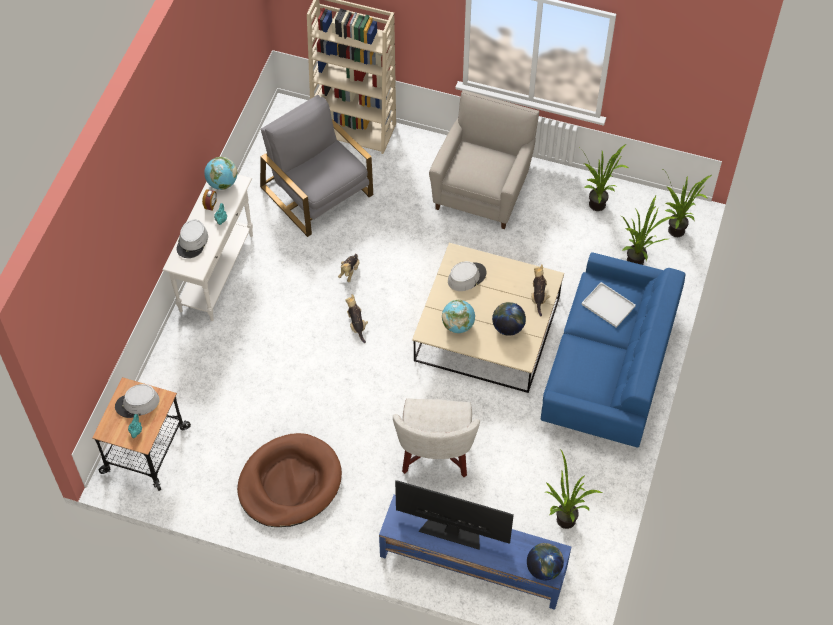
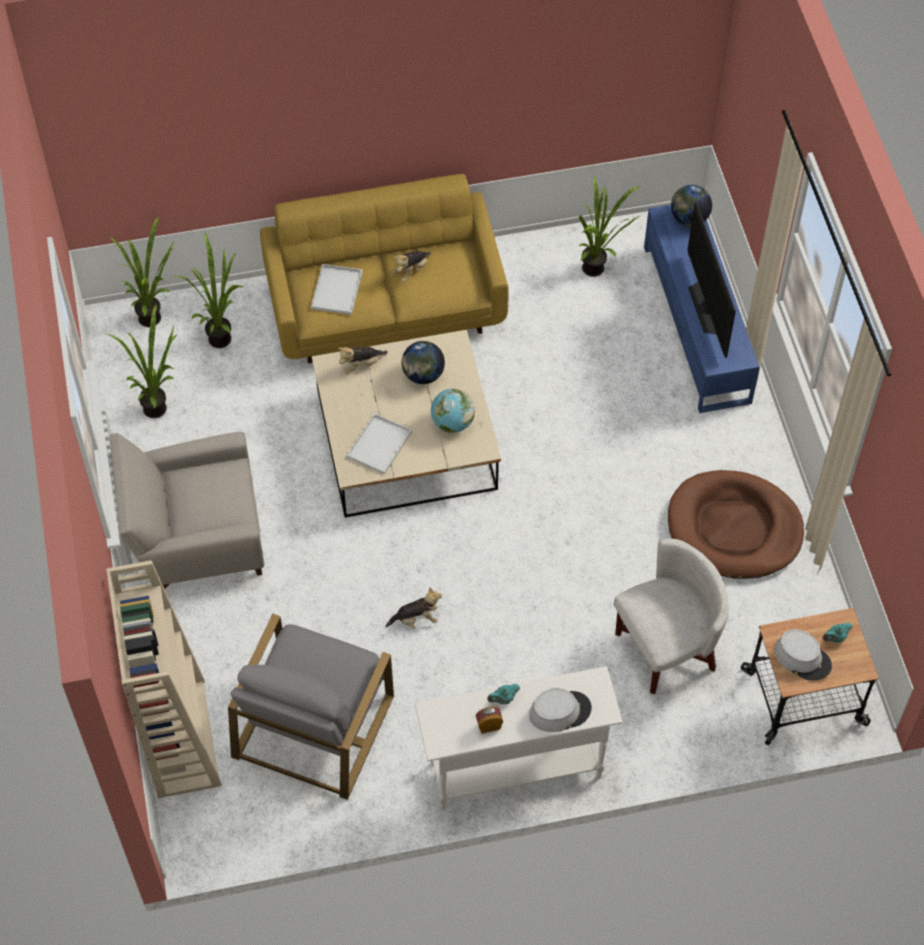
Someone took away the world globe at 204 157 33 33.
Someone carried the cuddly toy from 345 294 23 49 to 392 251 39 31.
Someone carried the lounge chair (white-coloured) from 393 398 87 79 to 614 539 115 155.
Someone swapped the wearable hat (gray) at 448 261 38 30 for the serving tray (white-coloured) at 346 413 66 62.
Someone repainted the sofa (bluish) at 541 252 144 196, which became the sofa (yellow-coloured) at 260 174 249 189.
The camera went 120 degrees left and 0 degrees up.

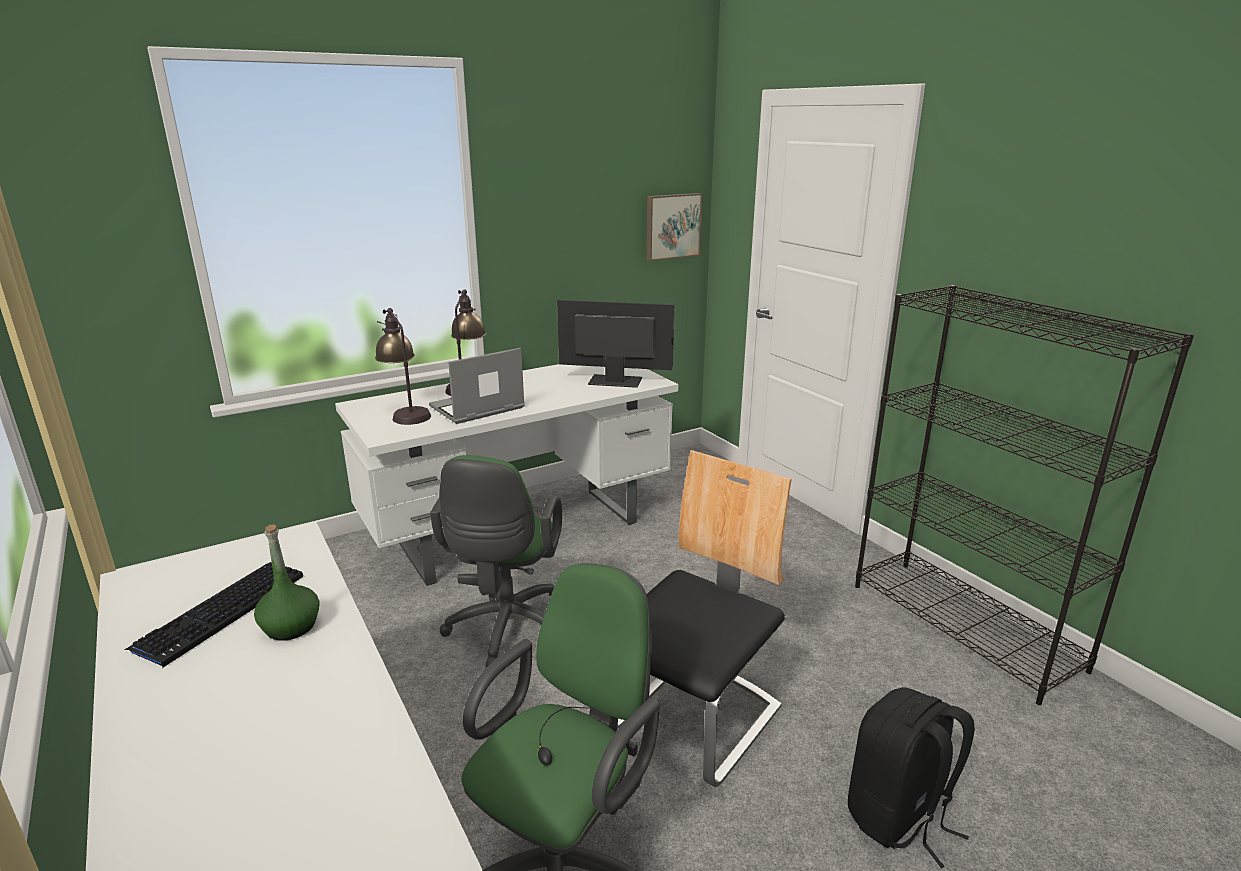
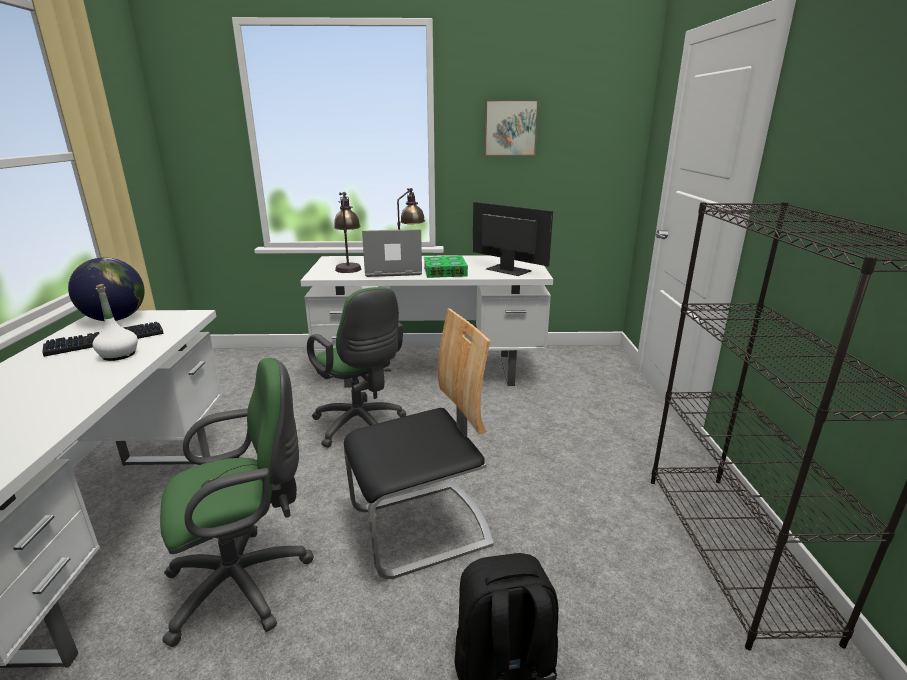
Someone put down the world globe at 68 257 77 64.
Someone put down the volume at 424 256 44 22.
Someone carried the wall art from 646 193 57 68 to 484 100 55 56.
Someone repainted the beverage bottle (greenish) at 254 524 66 117, which became the beverage bottle (white-coloured) at 93 284 45 77.
Someone rotated the computer chair (greenish) at 430 455 132 212 by 75 degrees counterclockwise.
The camera went 30 degrees right and 0 degrees up.

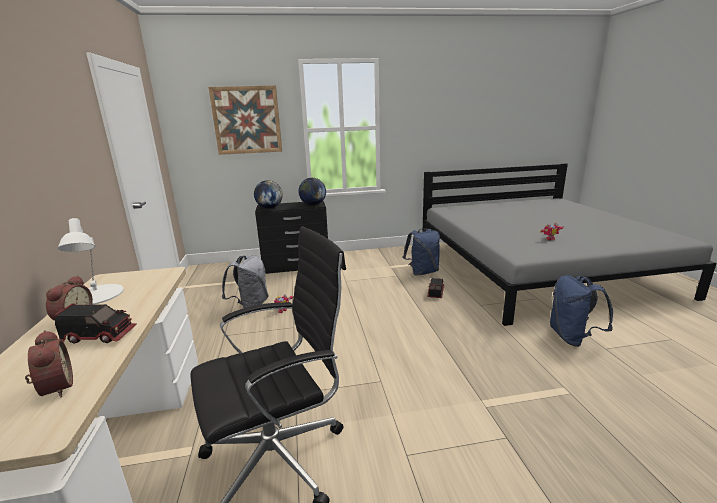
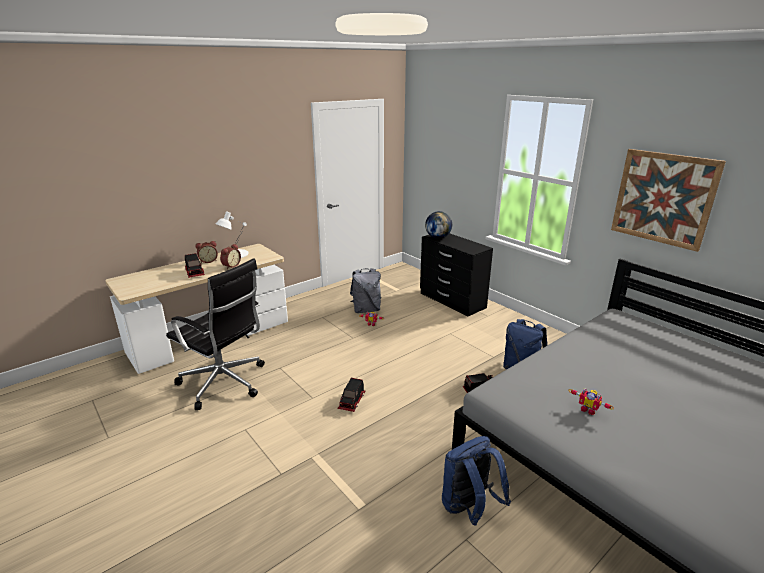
Someone took away the world globe at 299 178 27 27.
Someone put down the toy truck at 337 378 28 34.
Someone carried the alarm clock from 25 330 48 68 to 220 244 21 25.
Someone carried the wall art from 208 85 74 70 to 611 149 115 103.
The camera went 60 degrees right and 5 degrees up.

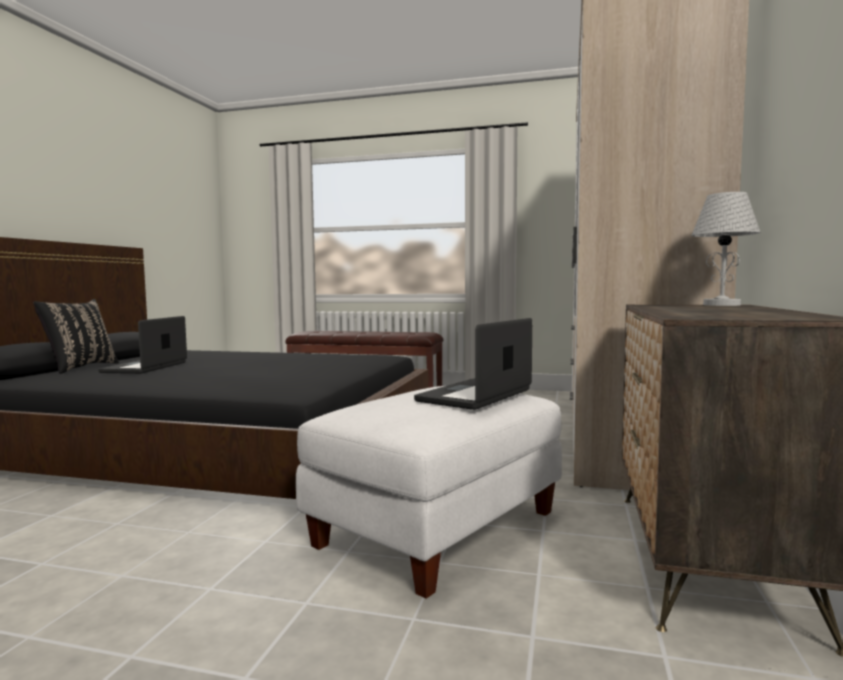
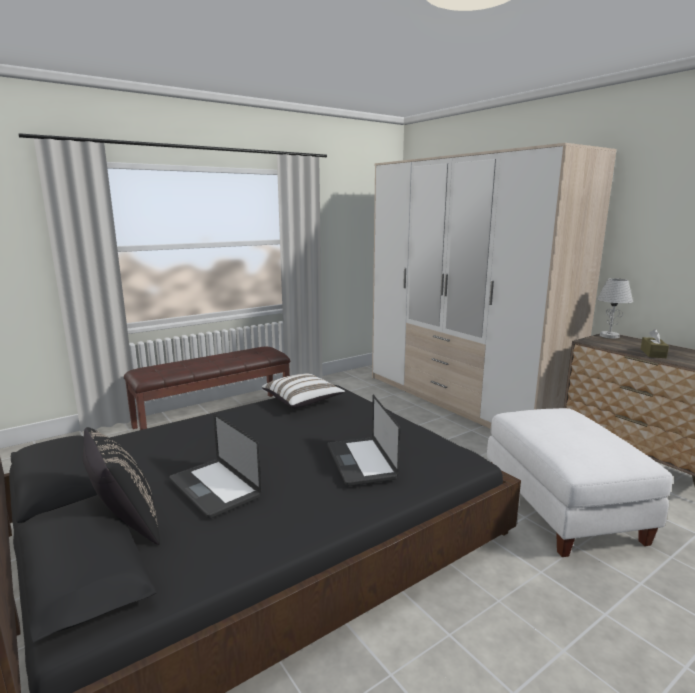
Someone put down the throw pillow (white-coloured) at 262 373 83 36.
Someone put down the tissue holder (brown) at 641 329 28 29.
Someone carried the portable computer from 414 318 118 92 to 327 395 73 91.
The camera went 50 degrees left and 10 degrees up.

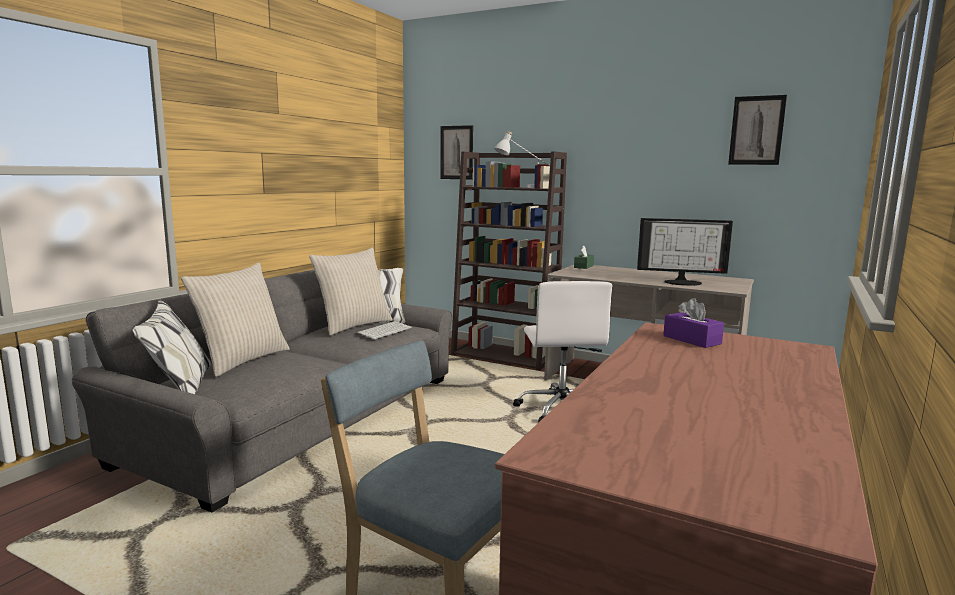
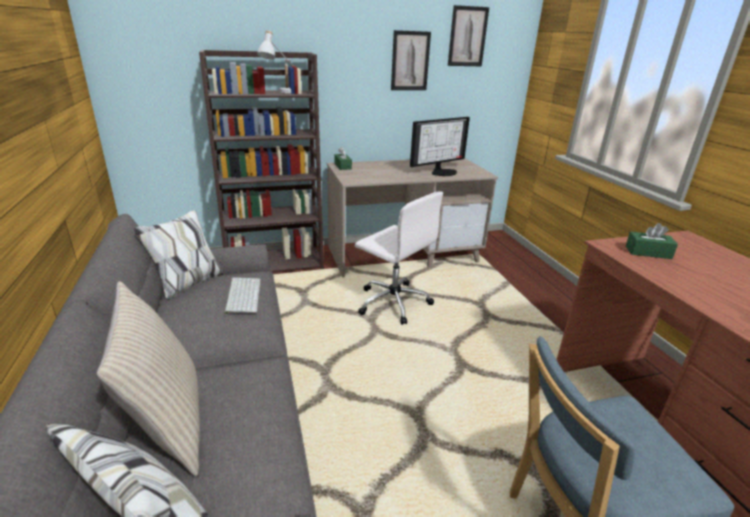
Someone took away the throw pillow (beige-coloured) at 309 248 84 87.
Someone carried the wall art from 440 125 33 55 to 391 30 40 60.
Someone repainted the tissue holder (purple) at 663 298 61 50, which became the tissue holder (greenish) at 626 223 52 36.
The camera went 45 degrees left and 15 degrees up.

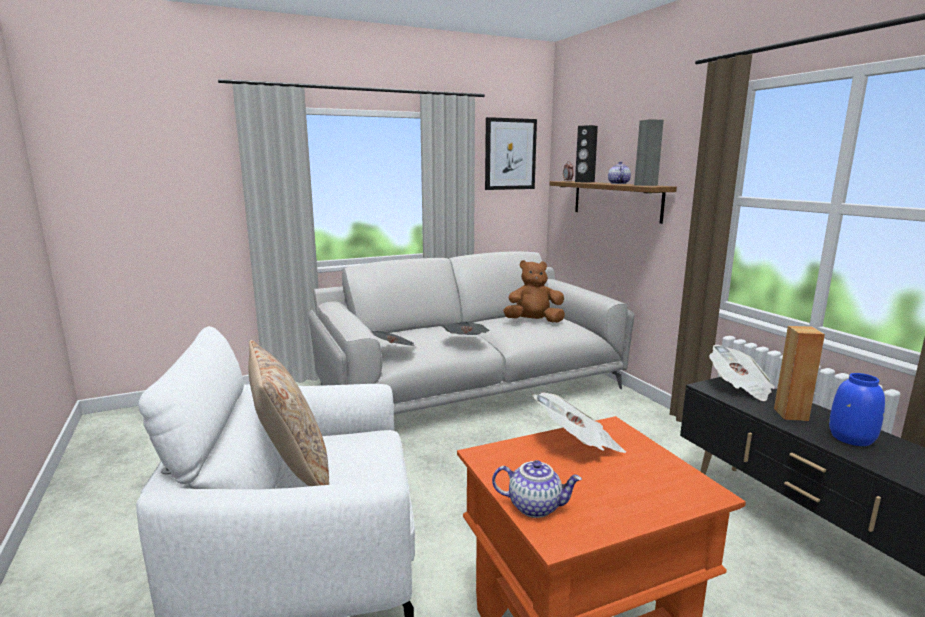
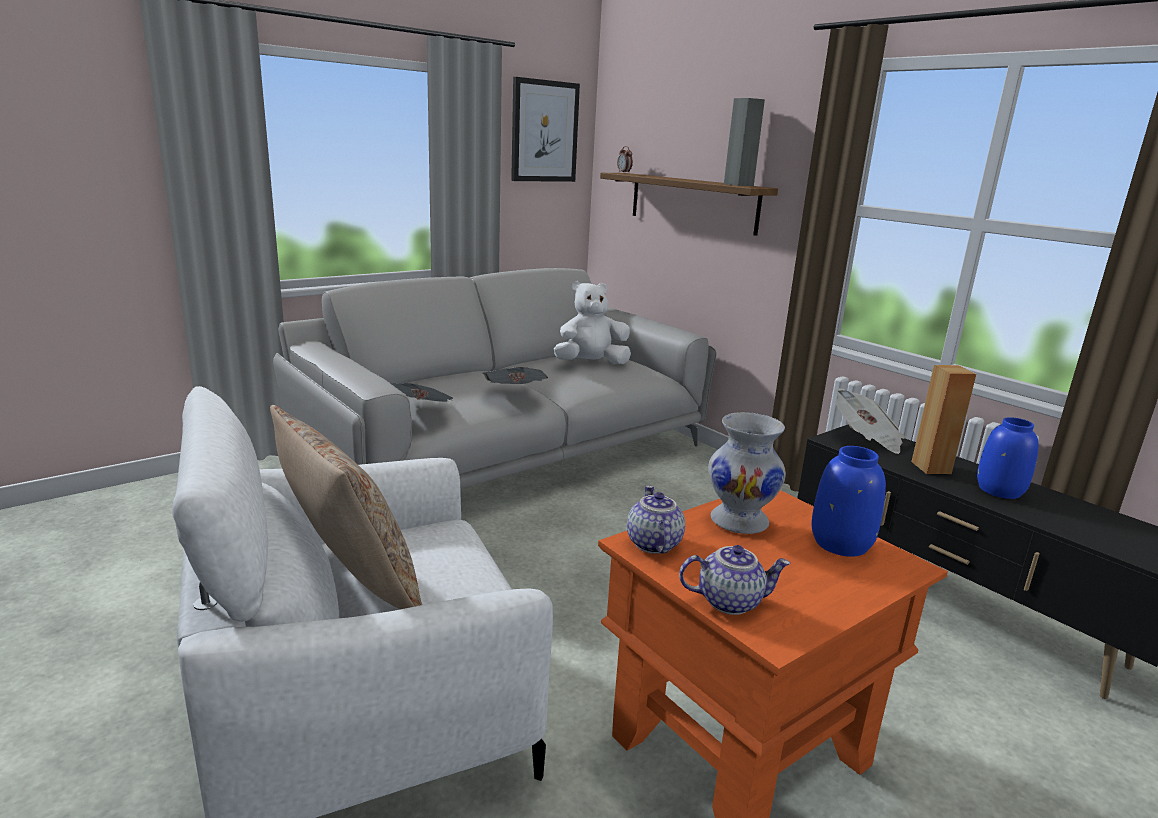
Someone took away the loudspeaker (blackish) at 575 125 23 58.
Someone put down the decorative vase (bluish) at 812 446 74 111.
Someone carried the teapot from 608 161 23 23 to 627 485 58 69.
Someone swapped the newspaper at 532 393 95 60 for the decorative vase (white-coloured) at 708 412 78 122.
Someone repainted the cuddly toy (brown) at 503 260 62 63, which became the cuddly toy (white-coloured) at 554 281 77 83.
The camera went 15 degrees left and 5 degrees up.

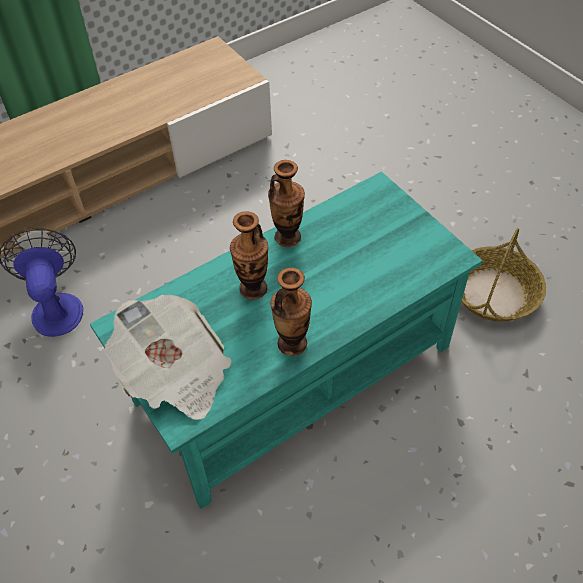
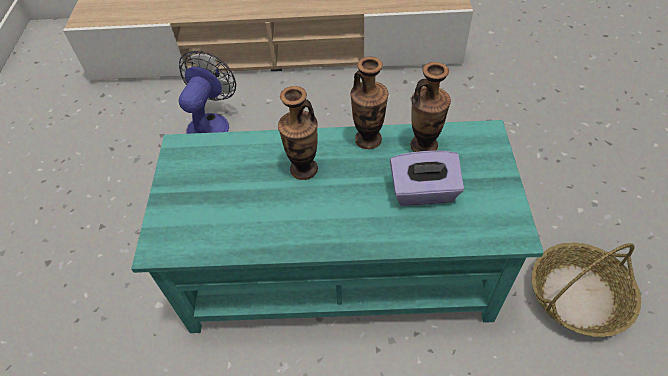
Someone took away the newspaper at 105 295 127 125.
Someone put down the tissue holder (purple) at 390 151 74 55.
Someone carried the decorative vase from 271 268 41 88 to 410 62 41 90.
The camera went 35 degrees right and 0 degrees up.

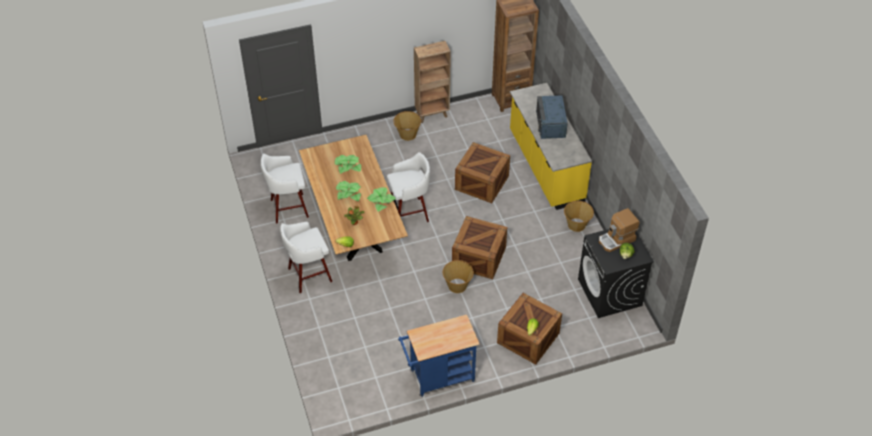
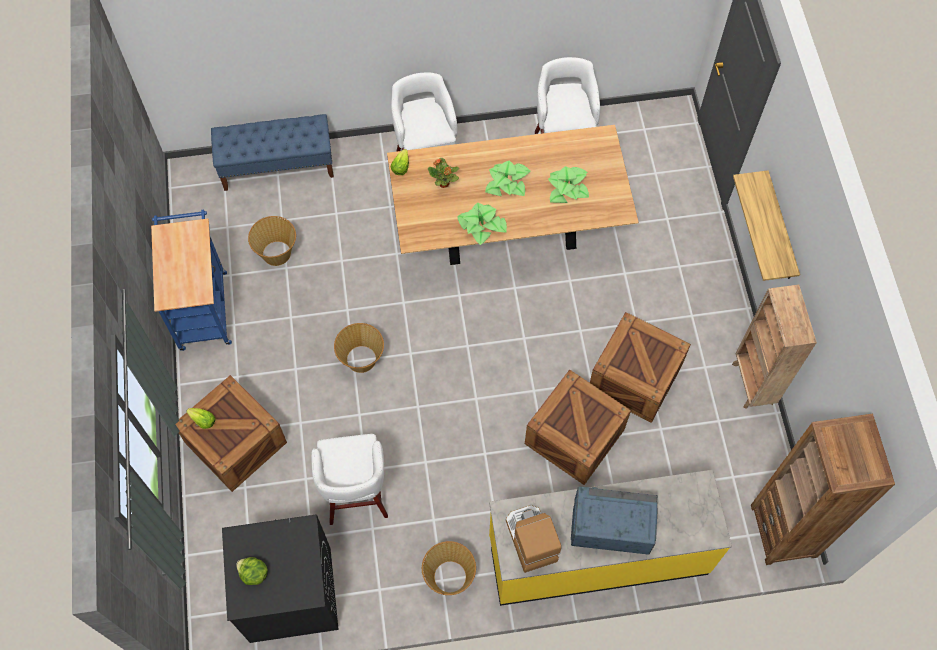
Someone put down the long seat (bluish) at 211 114 123 77.
Someone put up the shelf at 733 170 67 111.
Someone carried the stool seat (white-coloured) from 387 152 43 70 to 311 434 77 91.
Someone carried the basket from 393 111 28 30 to 248 216 48 50.
Someone carried the packing crate from 452 216 55 63 to 590 312 101 111.
Someone carried the coffee brewer from 599 208 40 44 to 506 505 55 68.
The camera went 100 degrees right and 15 degrees up.

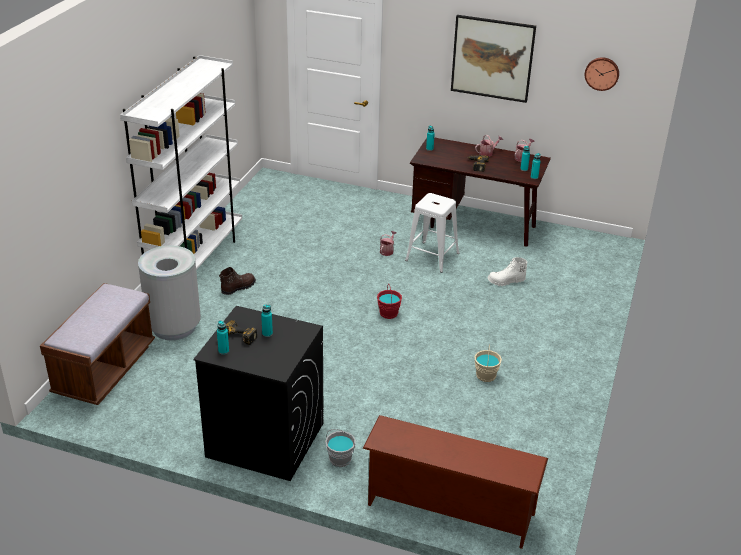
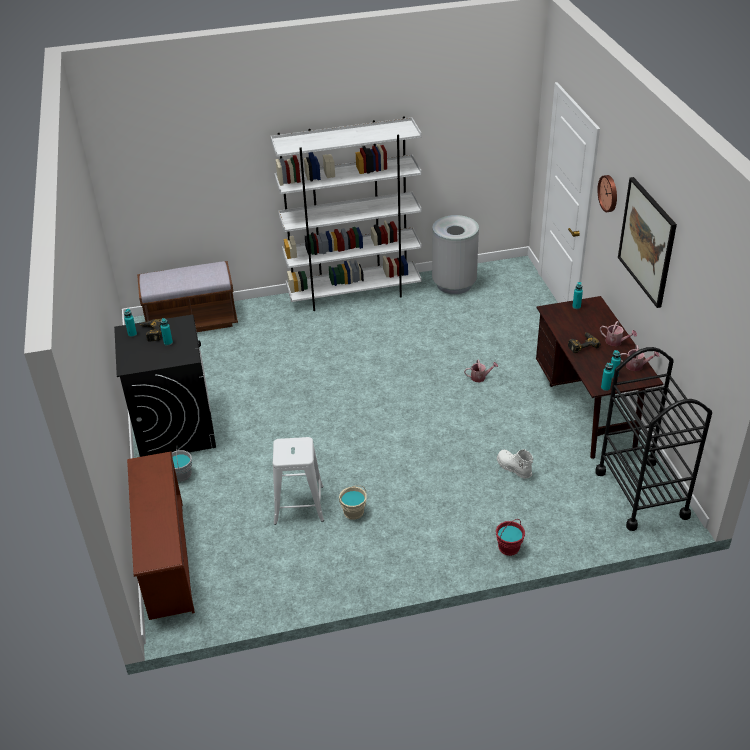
Someone took away the tall boot (brown) at 219 267 37 28.
Someone put down the wheeled cart (blackish) at 595 347 117 184.
Someone carried the trash can (gray) from 138 245 63 95 to 432 215 47 79.
Someone carried the water bucket (reddish) from 377 284 25 35 to 496 519 29 37.
Someone carried the stool seat (white-coloured) from 405 193 55 80 to 273 437 51 88.
Someone carried the wall clock from 585 57 34 34 to 597 175 20 37.
The camera went 60 degrees right and 5 degrees up.

